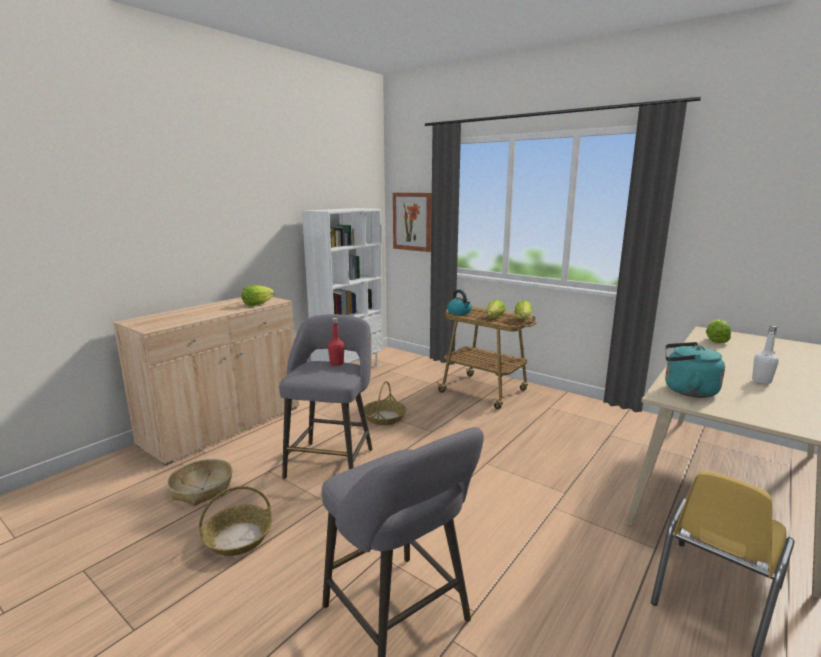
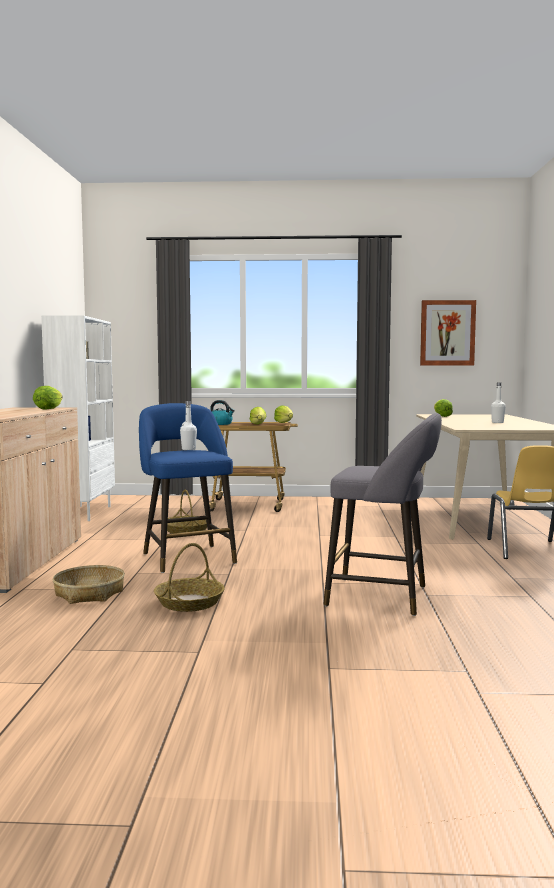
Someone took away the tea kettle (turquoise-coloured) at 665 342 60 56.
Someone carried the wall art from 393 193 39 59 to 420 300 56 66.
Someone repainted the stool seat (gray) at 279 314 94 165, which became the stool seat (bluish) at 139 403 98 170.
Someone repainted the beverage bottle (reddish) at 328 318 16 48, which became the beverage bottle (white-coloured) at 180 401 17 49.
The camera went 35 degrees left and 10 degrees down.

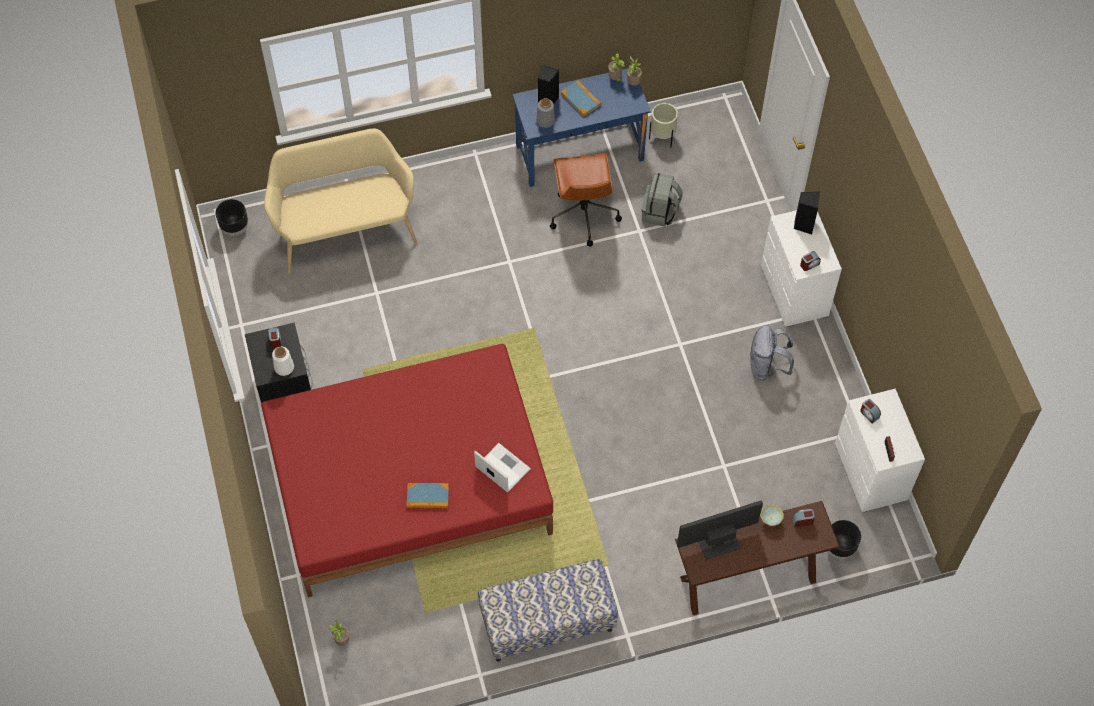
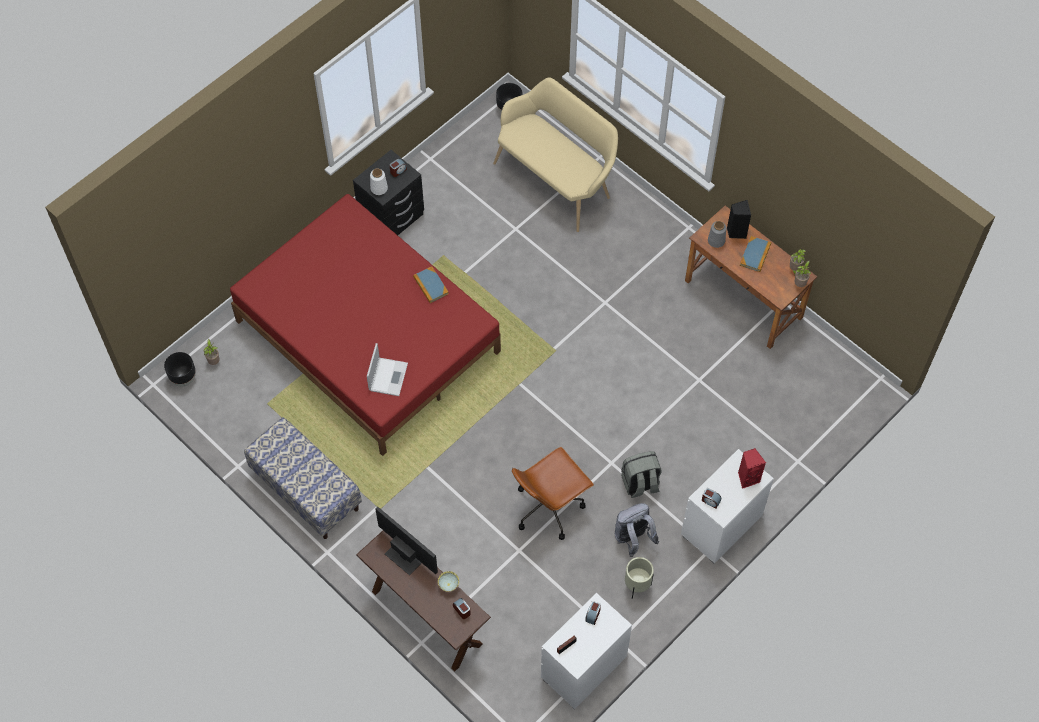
Someone carried the volume from 407 483 42 25 to 413 266 35 37.
Someone carried the computer chair (brown) from 550 153 72 94 to 512 447 82 93.
Someone carried the rucksack (gray) from 642 173 41 54 to 621 451 41 47.
Someone carried the planter (beige-coloured) from 649 103 29 44 to 625 557 29 42.
Someone carried the planter (blackish) from 828 520 33 39 to 164 352 32 35.
Someone repainted the desk table (bluish) at 512 68 139 119, which became the desk table (brown) at 685 205 132 144.
Someone repainted the loudspeaker (blackish) at 794 192 26 42, which became the loudspeaker (reddish) at 738 448 28 41.
The camera went 60 degrees right and 0 degrees up.

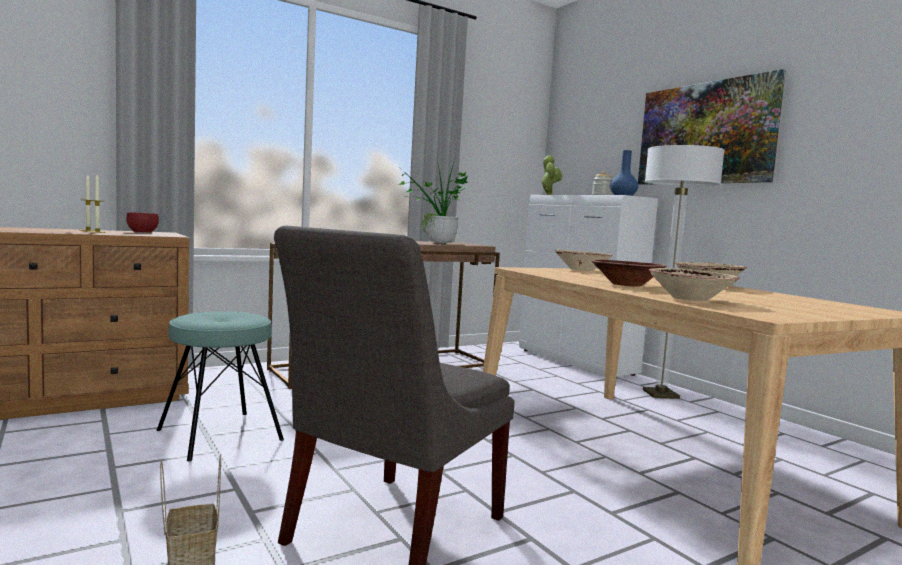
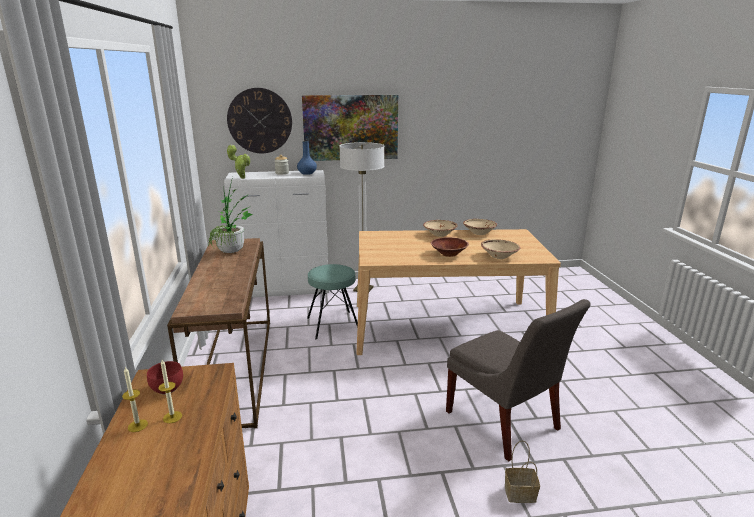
Someone put up the wall clock at 227 88 65 65.
Someone carried the stool seat (turquoise-coloured) from 156 311 128 150 to 307 264 51 75.
Someone carried the serving bowl (beige-coloured) from 555 250 58 21 to 463 219 34 16.
The camera went 65 degrees left and 15 degrees up.

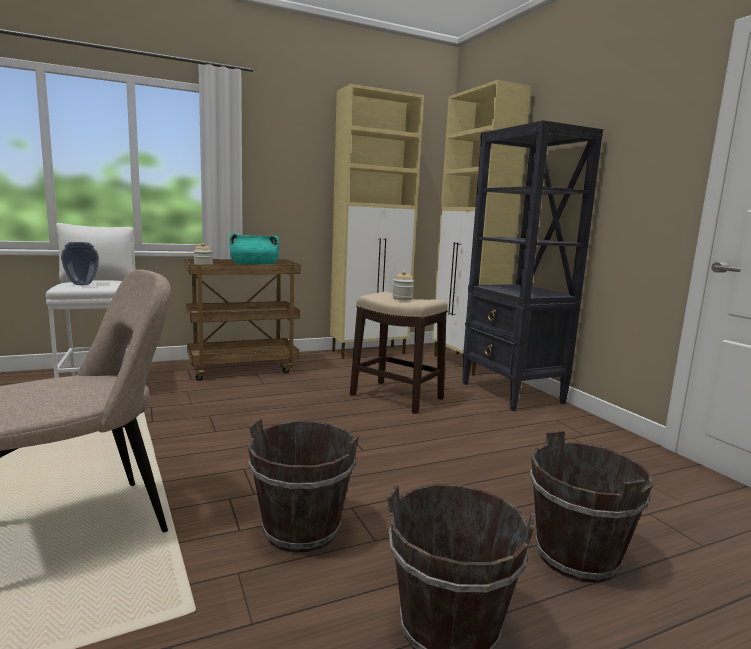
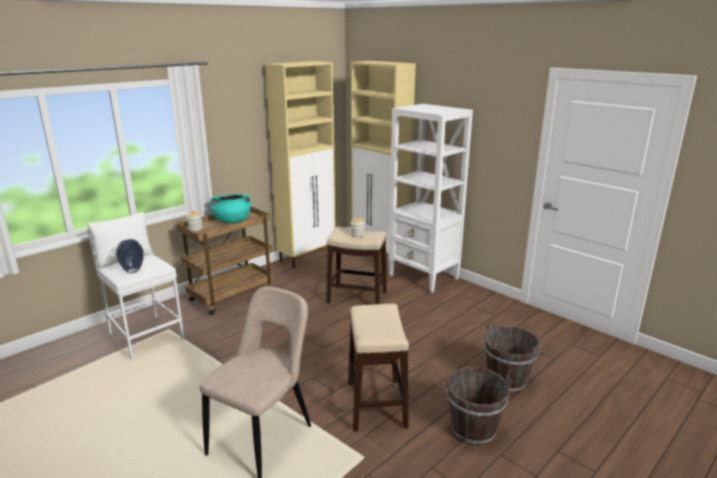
Someone swapped the water bucket (brown) at 248 419 111 134 for the stool seat at 348 304 61 127.
Someone repainted the bookcase (blackish) at 462 120 141 291, which became the bookcase (white-coloured) at 388 104 85 189.
The camera went 20 degrees left and 10 degrees up.

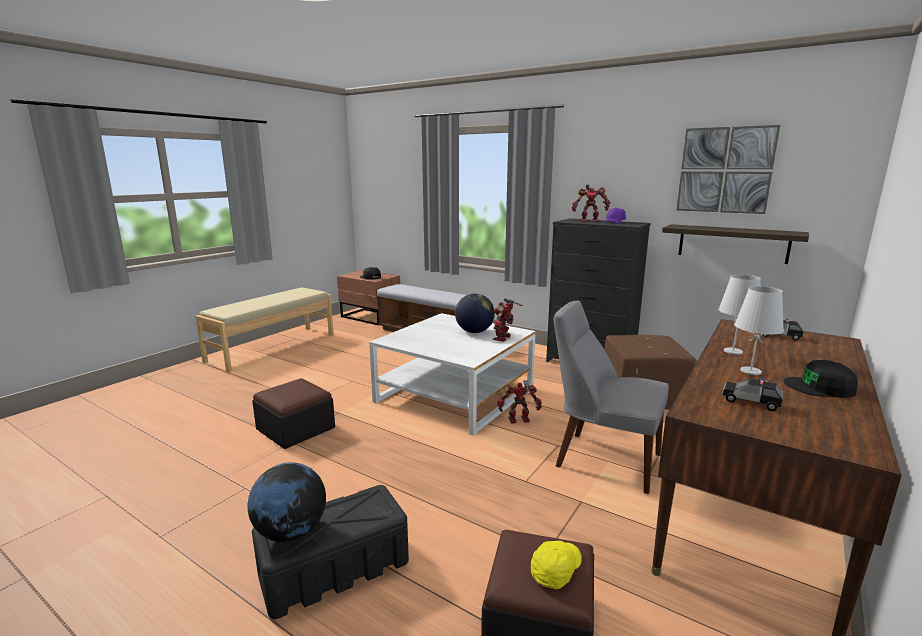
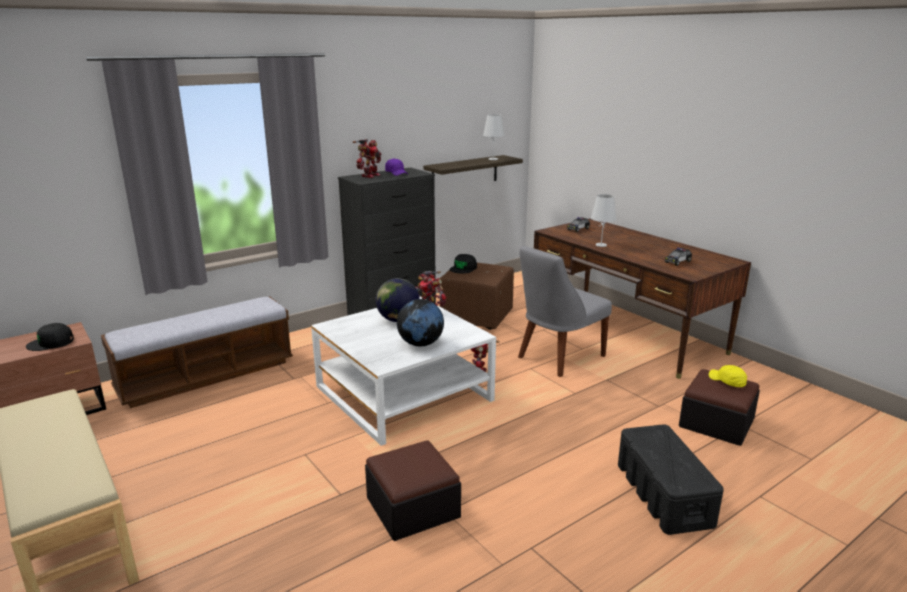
Someone took away the wall art at 677 125 103 89.
Someone carried the world globe from 248 462 78 80 to 397 299 47 47.
Someone carried the lamp for a table (white-coloured) from 734 286 50 89 to 483 114 22 46.
Someone carried the cap (blackish) from 784 360 74 38 to 450 254 27 20.
The camera went 70 degrees left and 5 degrees up.

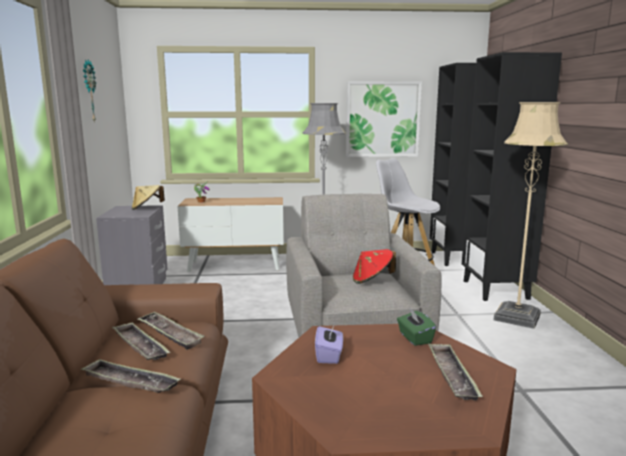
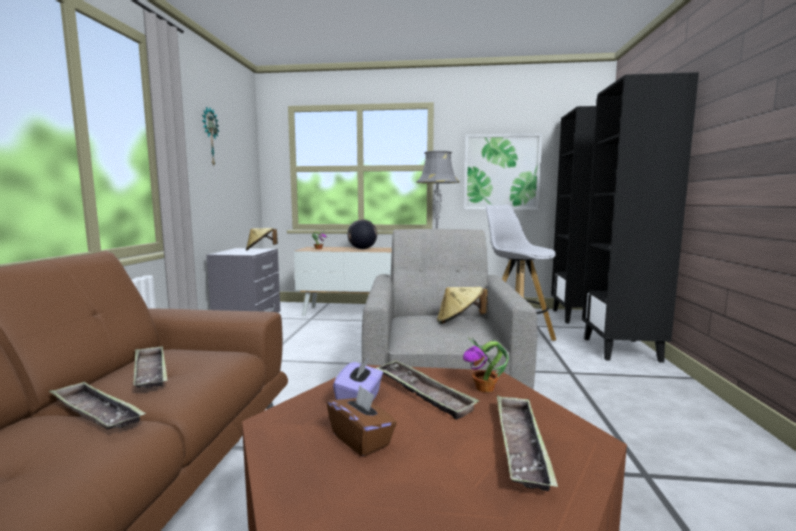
Someone took away the standard lamp (beige-coloured) at 494 102 74 227.
Someone put down the tissue holder (brown) at 327 386 70 71.
Someone put down the world globe at 347 219 30 30.
Someone carried the serving tray from 138 311 67 39 to 375 360 104 60.
Someone swapped the tissue holder (greenish) at 397 309 39 37 for the houseplant at 463 337 46 55.
Someone repainted the wearable hat (reddish) at 353 249 43 35, which became the wearable hat (beige-coloured) at 437 287 51 37.
The camera went 10 degrees right and 5 degrees down.

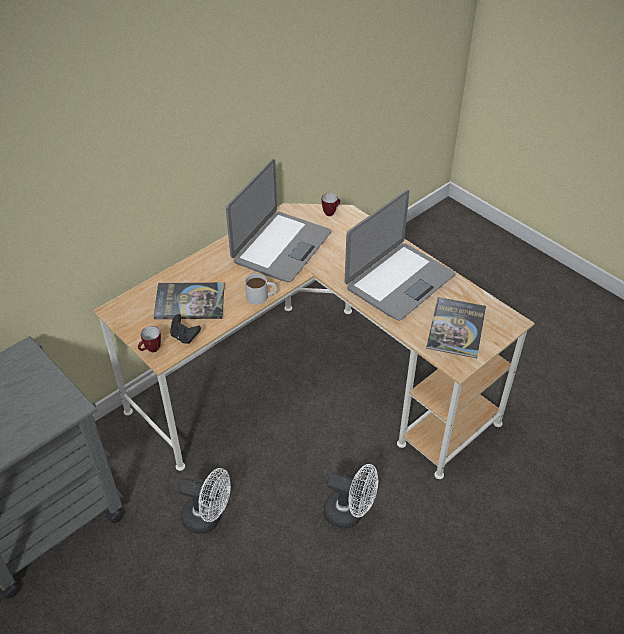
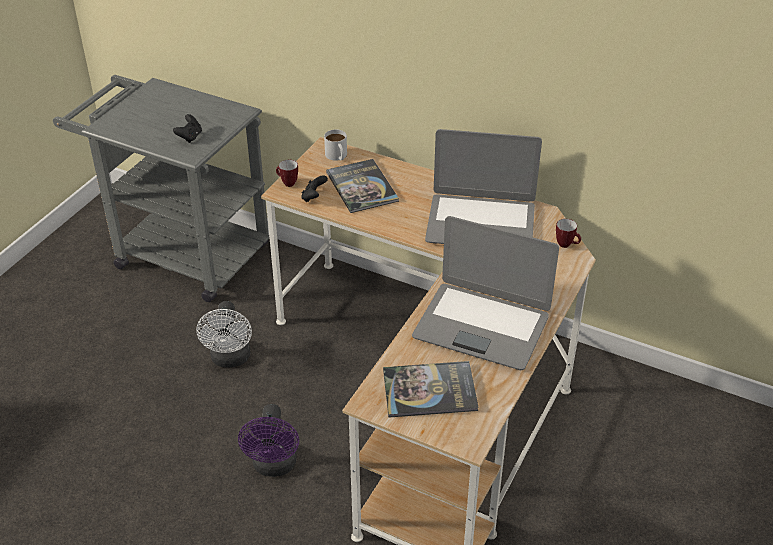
Someone put down the gamepad (blackish) at 173 114 29 29.
Someone carried the coffee mug (white-coloured) from 245 274 32 31 to 324 129 23 32.
Someone repainted the fan (white-coloured) at 323 464 55 65, which became the fan (purple) at 238 404 61 73.
The camera went 70 degrees right and 5 degrees down.

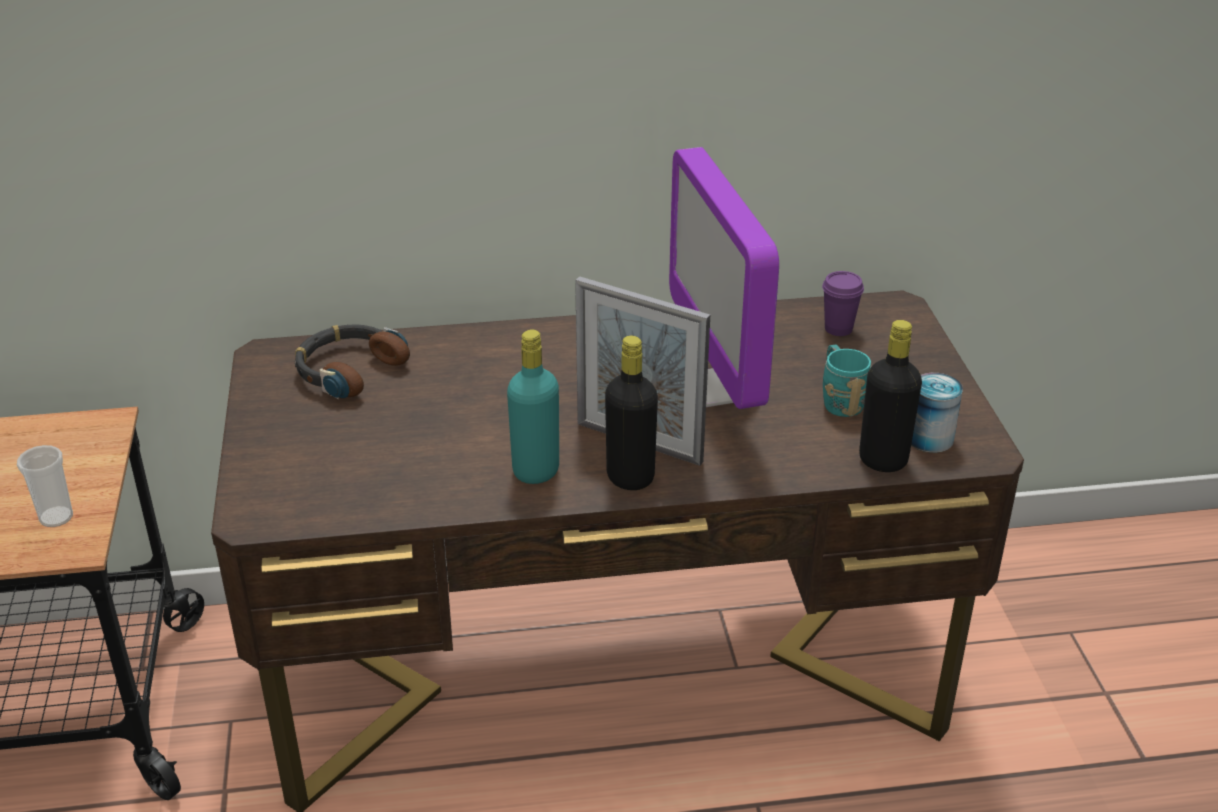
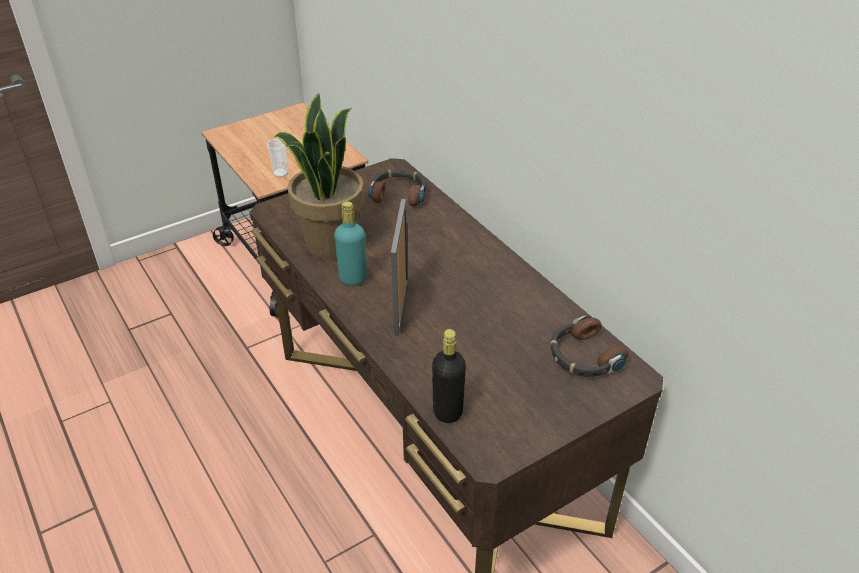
Someone took away the beverage bottle (blackish) at 605 336 53 154.
Someone took away the monitor at 669 147 110 262.
Someone took away the coffee mug (turquoise-coloured) at 823 345 48 72.
Someone took away the sealed can at 911 373 52 80.
Someone put down the houseplant at 274 93 90 166.
Someone swapped the cup (purple) at 822 271 42 65 for the pair of headphones at 550 315 78 62.
The camera went 65 degrees right and 5 degrees up.

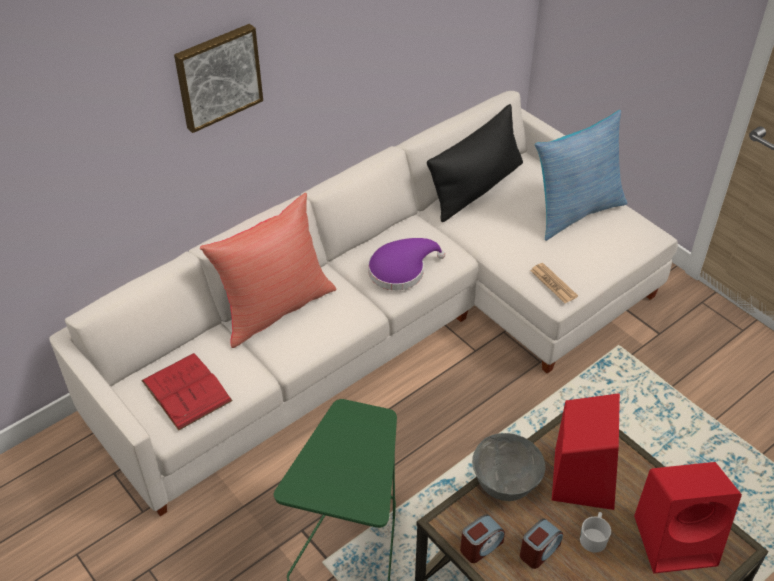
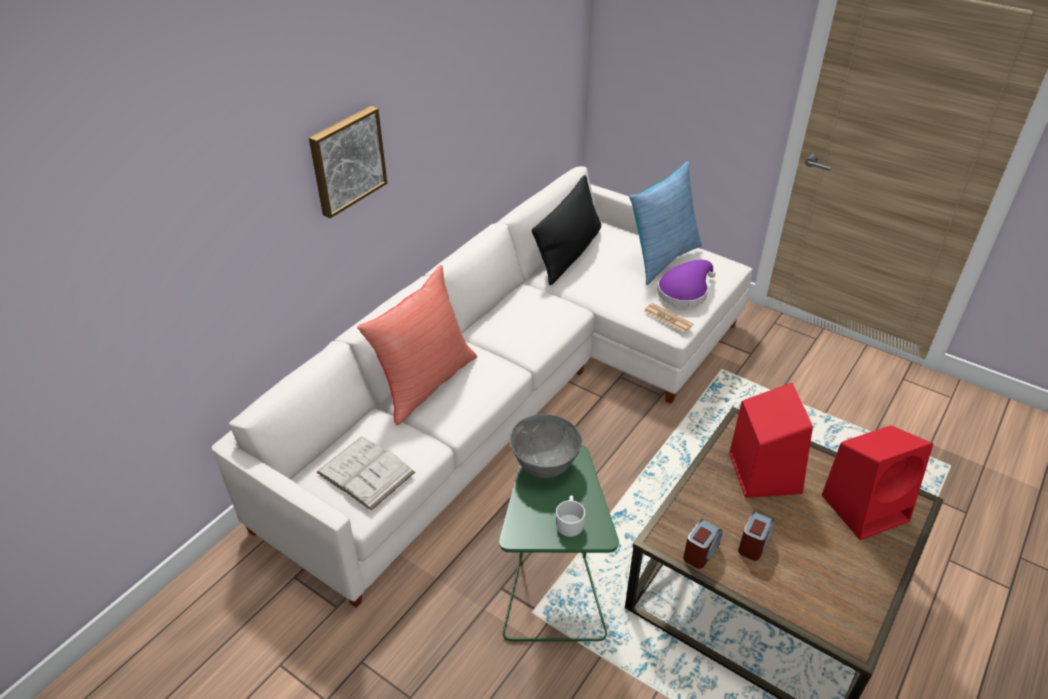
Someone carried the wearable hat (purple) from 368 238 77 52 to 657 260 59 47.
Someone carried the serving bowl (gray) from 472 433 73 68 to 510 414 72 64.
Someone carried the coffee mug (white-coloured) from 580 512 31 41 to 556 496 29 41.
Someone repainted the volume (reddish) at 141 353 92 78, which became the volume (white-coloured) at 316 437 99 74.
The camera went 15 degrees left and 5 degrees down.

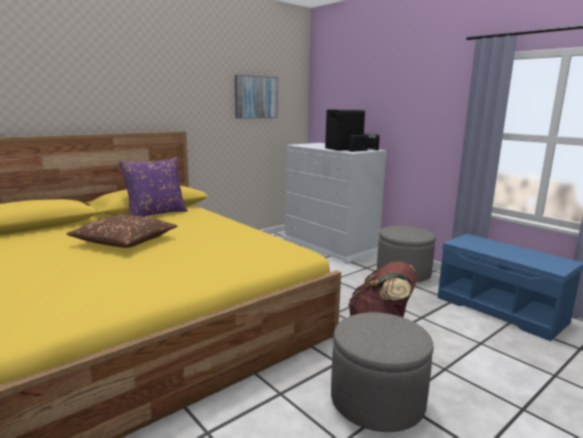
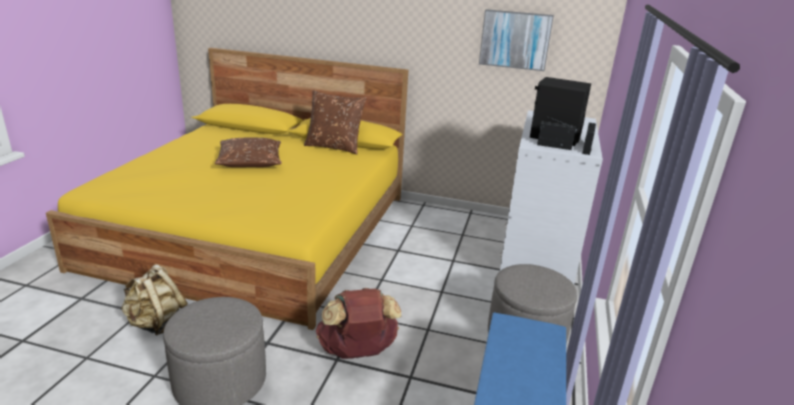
Someone put down the rucksack (beige-coloured) at 121 264 67 72.
Someone repainted the throw pillow (purple) at 119 157 69 60, which became the throw pillow (brown) at 304 90 63 65.
The camera went 55 degrees right and 10 degrees up.

